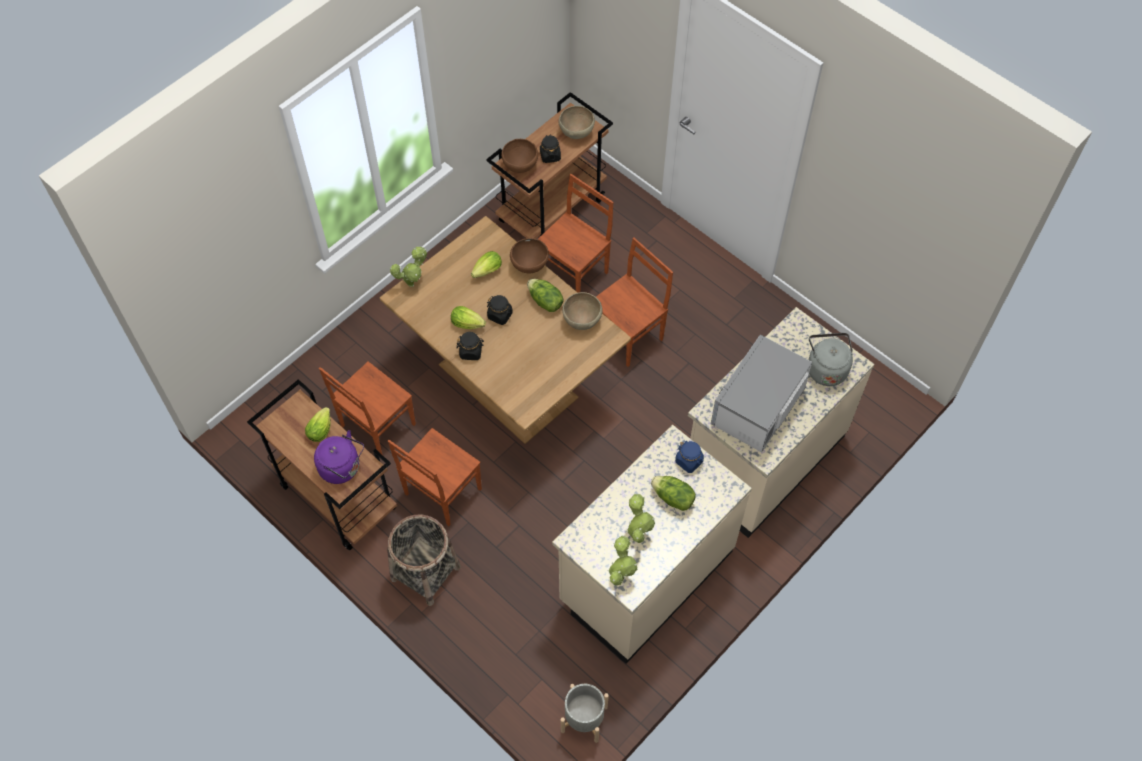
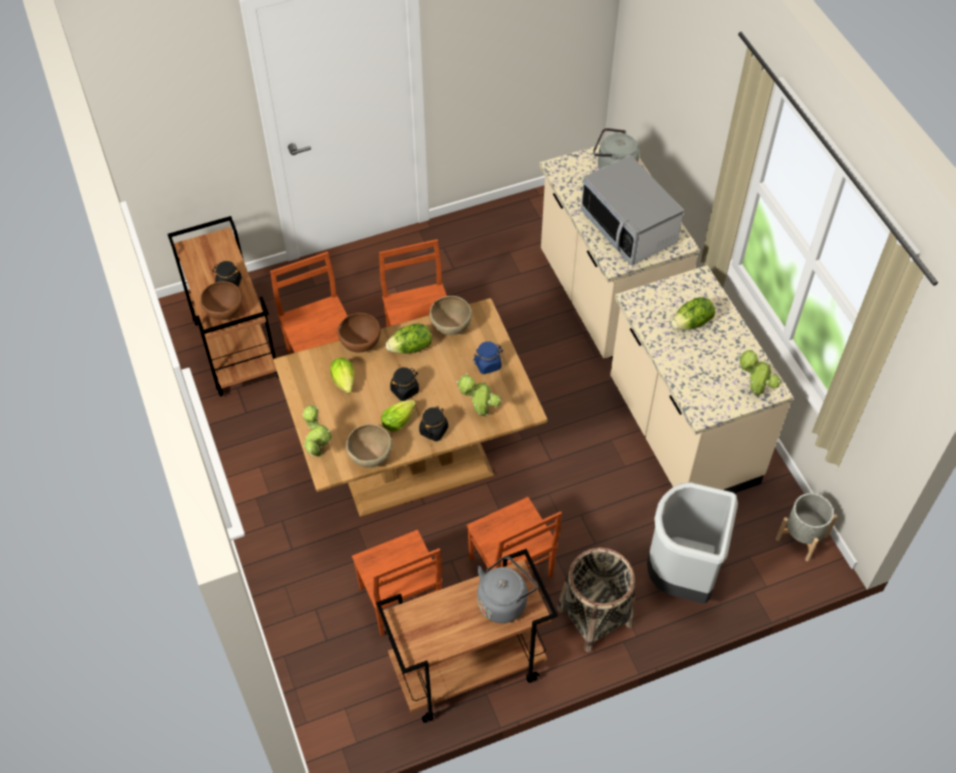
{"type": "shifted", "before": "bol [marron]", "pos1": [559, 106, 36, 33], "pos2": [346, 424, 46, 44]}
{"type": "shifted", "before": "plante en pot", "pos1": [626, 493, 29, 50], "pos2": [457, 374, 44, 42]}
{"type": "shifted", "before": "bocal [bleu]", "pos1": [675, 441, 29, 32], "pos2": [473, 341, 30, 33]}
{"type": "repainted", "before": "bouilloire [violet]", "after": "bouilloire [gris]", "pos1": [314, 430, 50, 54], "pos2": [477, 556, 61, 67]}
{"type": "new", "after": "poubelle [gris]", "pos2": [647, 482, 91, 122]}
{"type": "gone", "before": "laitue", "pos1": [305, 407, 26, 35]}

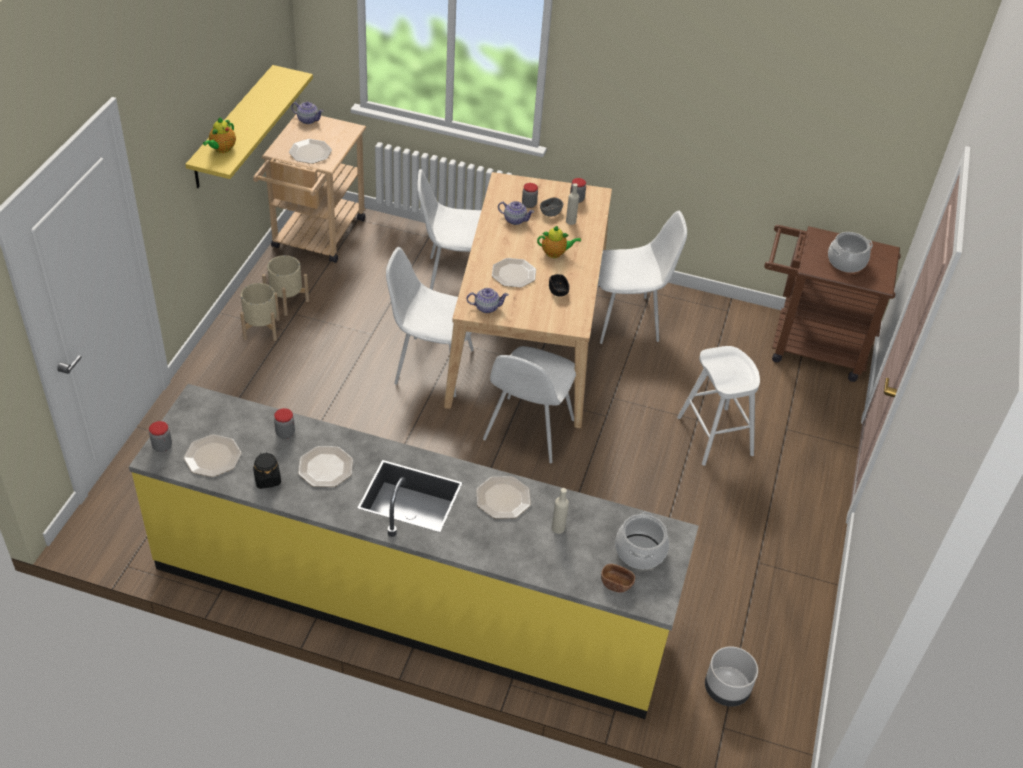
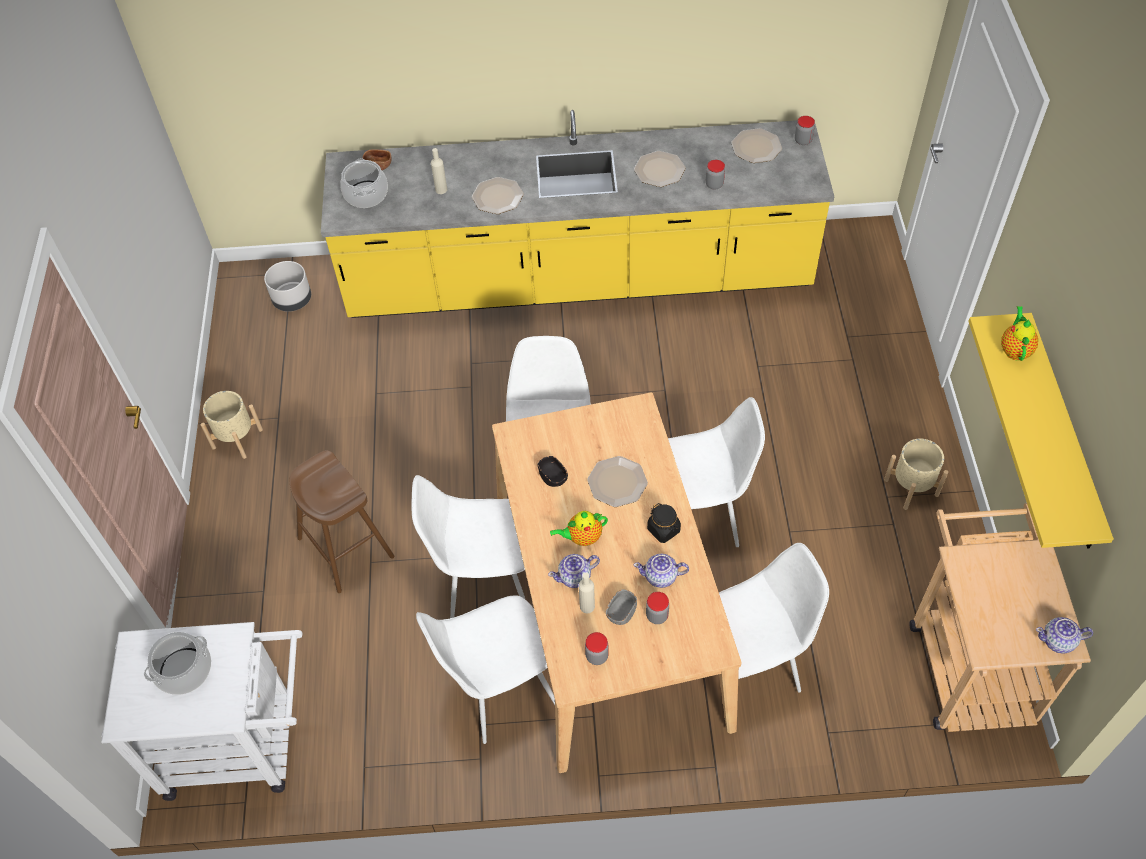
{"type": "repainted", "before": "chariot [marron]", "after": "chariot [blanc]", "pos1": [764, 225, 137, 157], "pos2": [101, 622, 201, 179]}
{"type": "shifted", "before": "cache-pot [beige]", "pos1": [262, 255, 47, 61], "pos2": [201, 391, 62, 68]}
{"type": "repainted", "before": "tabouret [blanc]", "after": "tabouret [marron]", "pos1": [677, 346, 83, 120], "pos2": [290, 450, 105, 143]}
{"type": "new", "after": "chaise [blanc]", "pos2": [412, 475, 113, 143]}
{"type": "shifted", "before": "théière", "pos1": [467, 288, 42, 25], "pos2": [548, 554, 52, 34]}
{"type": "shifted", "before": "bocal [noir]", "pos1": [253, 452, 28, 37], "pos2": [647, 503, 34, 40]}
{"type": "gone", "before": "assiette", "pos1": [289, 139, 43, 25]}

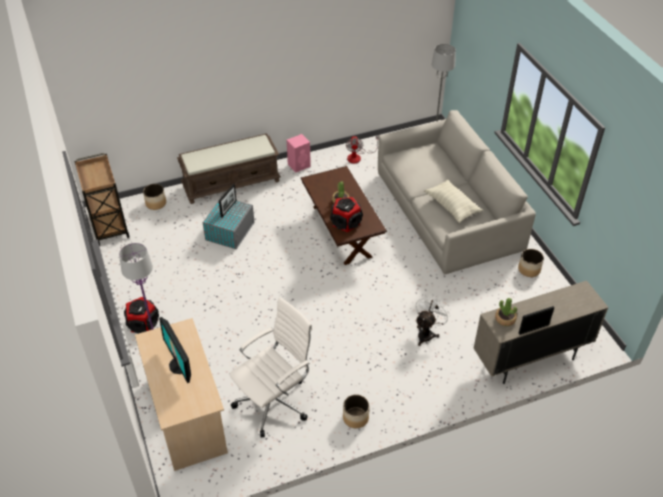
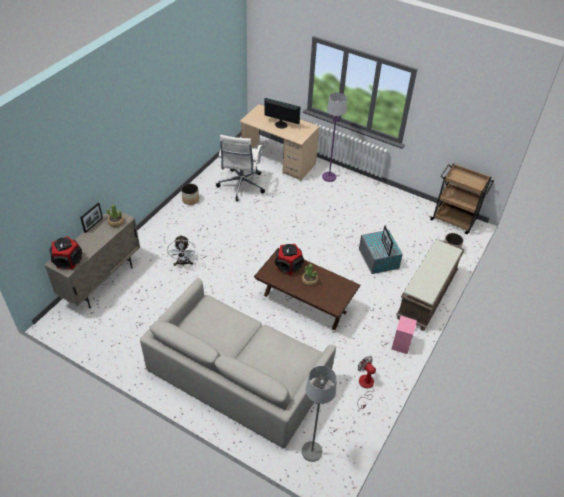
{"type": "shifted", "before": "enceinte", "pos1": [124, 297, 35, 36], "pos2": [49, 236, 33, 33]}
{"type": "gone", "before": "coussin", "pos1": [424, 179, 59, 44]}
{"type": "gone", "before": "cache-pot", "pos1": [518, 249, 26, 28]}

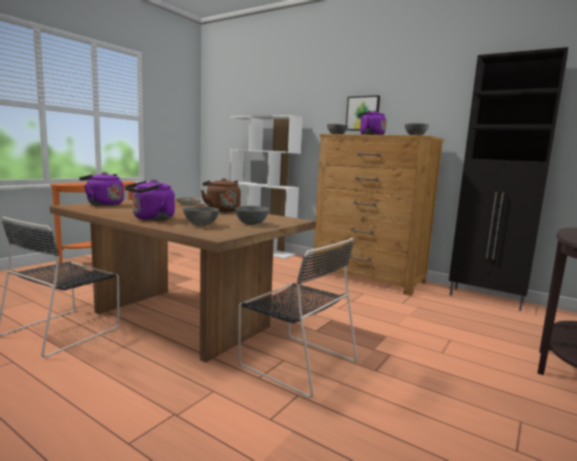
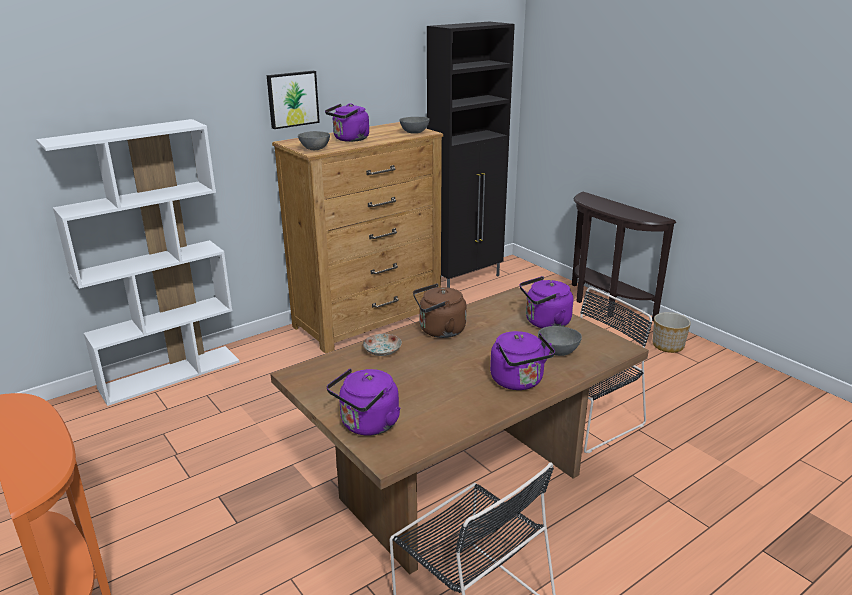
{"type": "swapped", "before": "bol [gris]", "after": "bouilloire [violet]", "pos1": [235, 206, 34, 19], "pos2": [520, 276, 53, 52]}
{"type": "new", "after": "cache-pot", "pos2": [653, 312, 38, 41]}

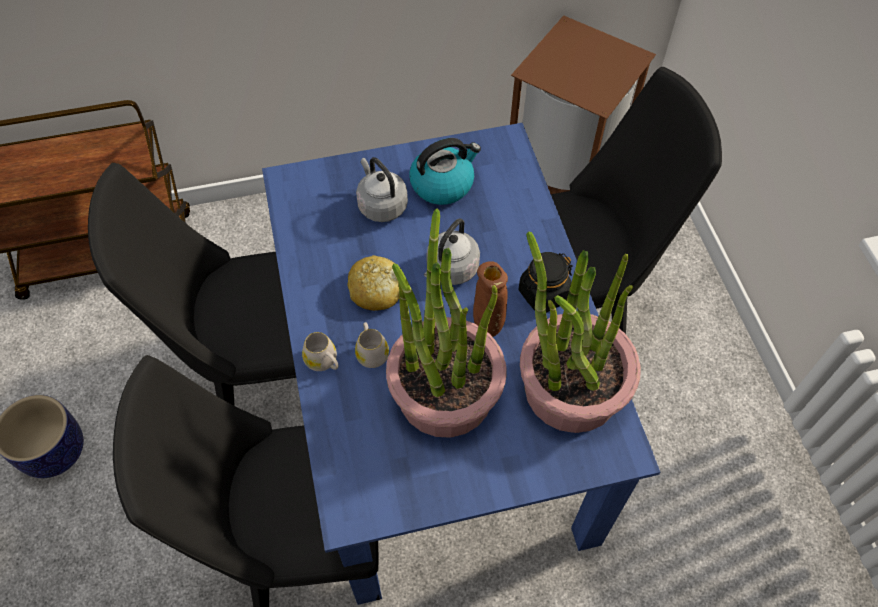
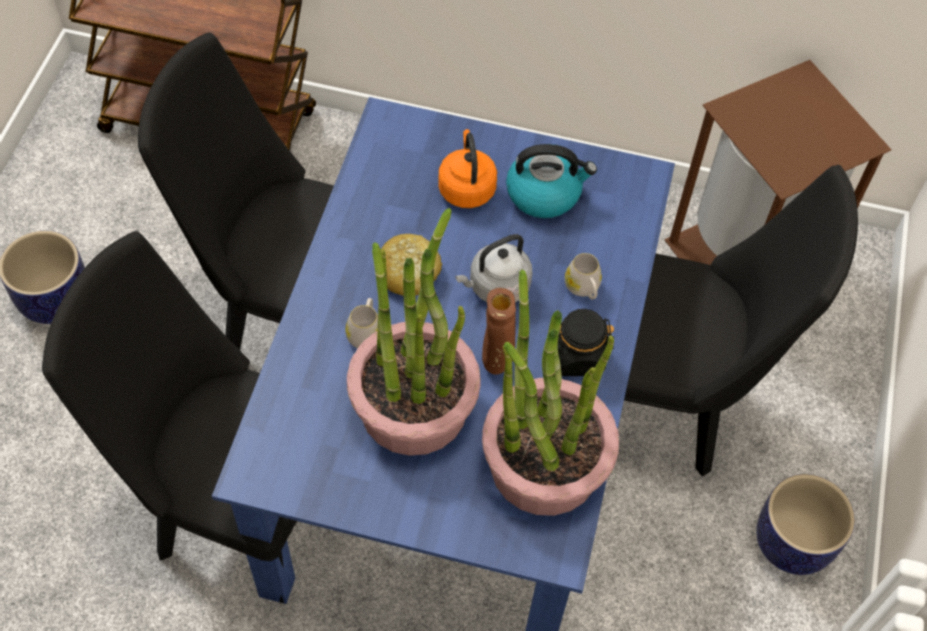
{"type": "repainted", "before": "bouilloire [gris]", "after": "bouilloire [orange]", "pos1": [356, 157, 52, 65], "pos2": [438, 129, 59, 79]}
{"type": "shifted", "before": "mug [blanc]", "pos1": [302, 332, 37, 39], "pos2": [565, 253, 37, 47]}
{"type": "new", "after": "cache-pot", "pos2": [756, 474, 99, 101]}

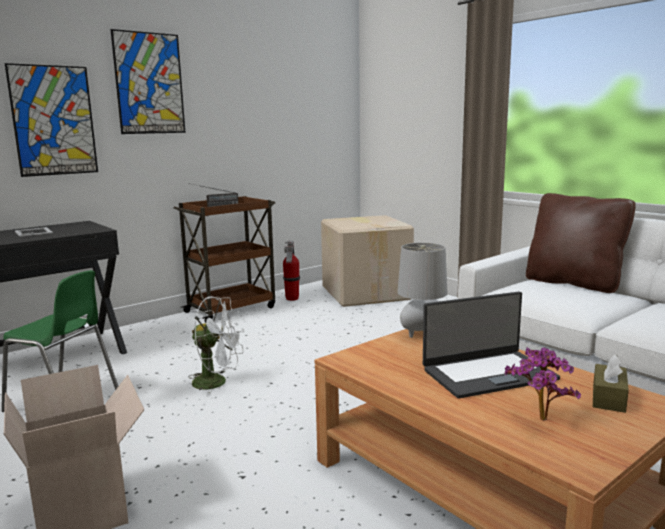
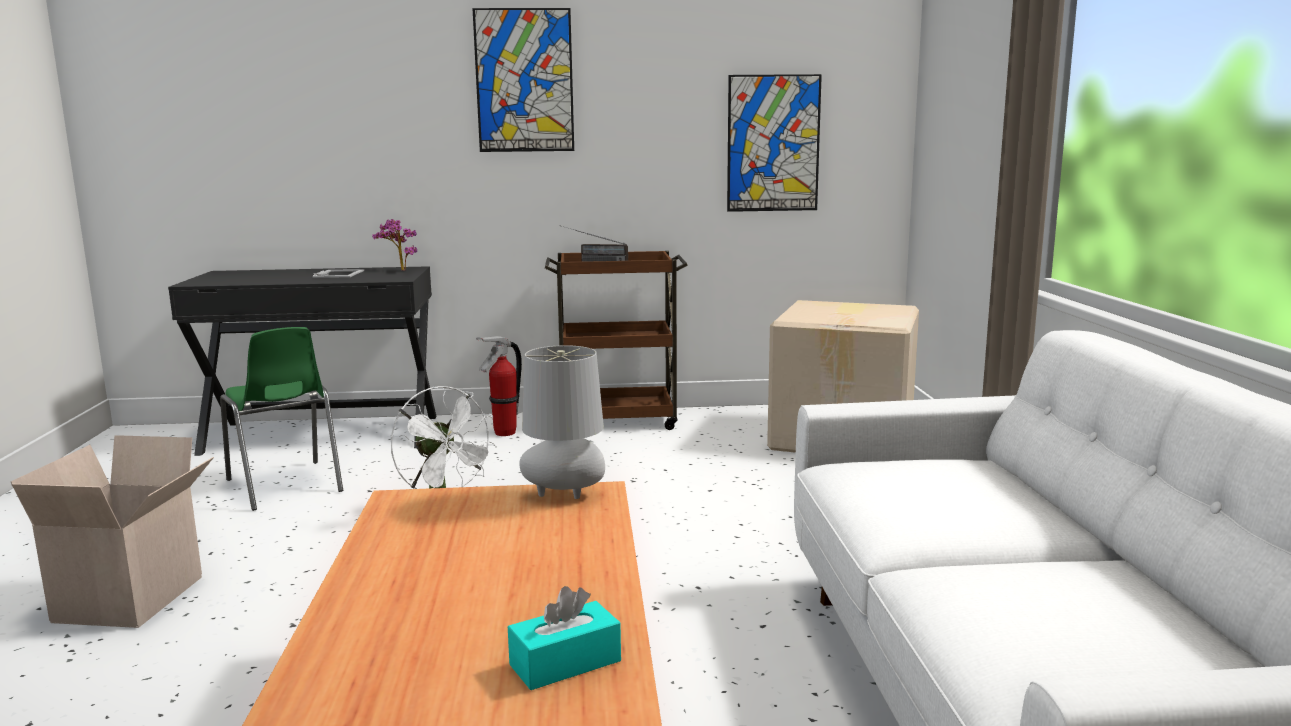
{"type": "shifted", "before": "plante en pot", "pos1": [505, 347, 76, 74], "pos2": [373, 219, 44, 52]}
{"type": "shifted", "before": "extincteur", "pos1": [283, 241, 17, 60], "pos2": [476, 336, 46, 100]}
{"type": "repainted", "before": "boîte à mouchoirs [marron]", "after": "boîte à mouchoirs [turquoise]", "pos1": [593, 355, 36, 58], "pos2": [508, 586, 113, 104]}
{"type": "shifted", "before": "tableau", "pos1": [5, 63, 93, 114], "pos2": [727, 74, 95, 138]}
{"type": "gone", "before": "ordinateur portable", "pos1": [423, 292, 137, 106]}
{"type": "gone", "before": "coussin [marron]", "pos1": [526, 193, 110, 100]}

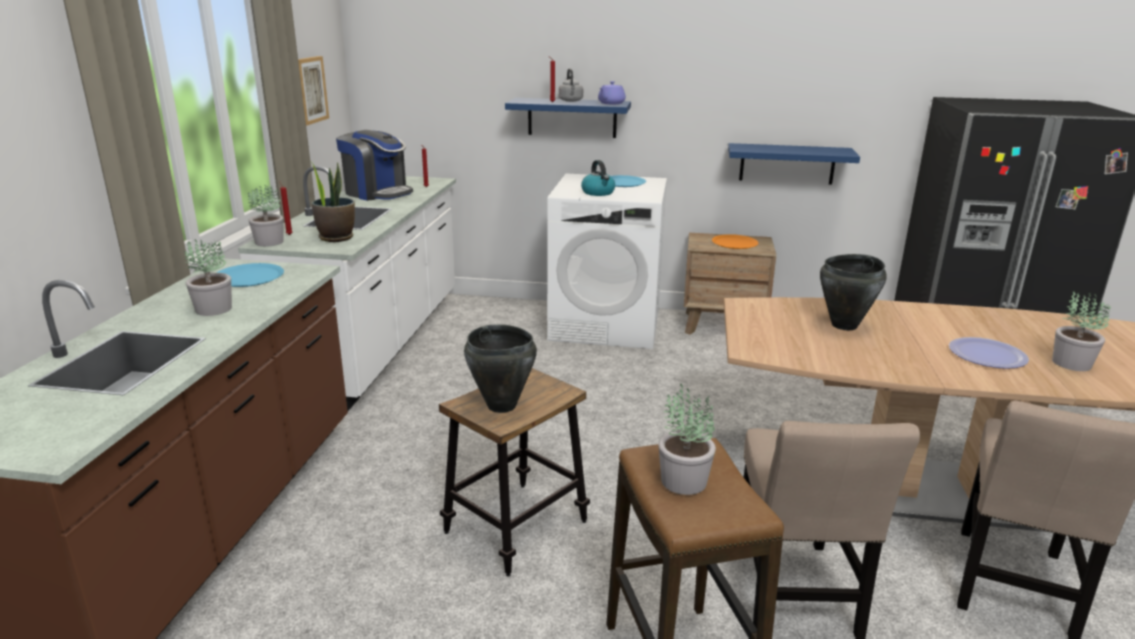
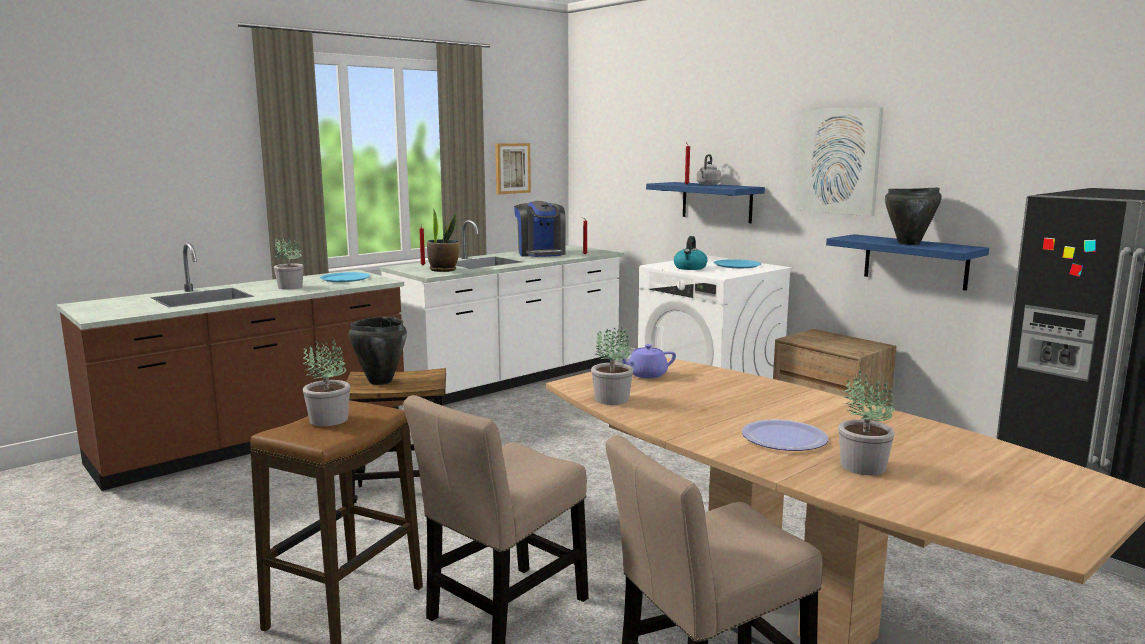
{"type": "shifted", "before": "plante en pot", "pos1": [248, 185, 35, 62], "pos2": [591, 327, 42, 78]}
{"type": "shifted", "before": "théière [violet]", "pos1": [598, 81, 28, 23], "pos2": [616, 344, 60, 34]}
{"type": "new", "after": "tableau", "pos2": [796, 107, 87, 109]}
{"type": "shifted", "before": "marmite [noir]", "pos1": [820, 254, 67, 76], "pos2": [885, 187, 57, 58]}
{"type": "gone", "before": "assiette [orange]", "pos1": [712, 234, 46, 15]}

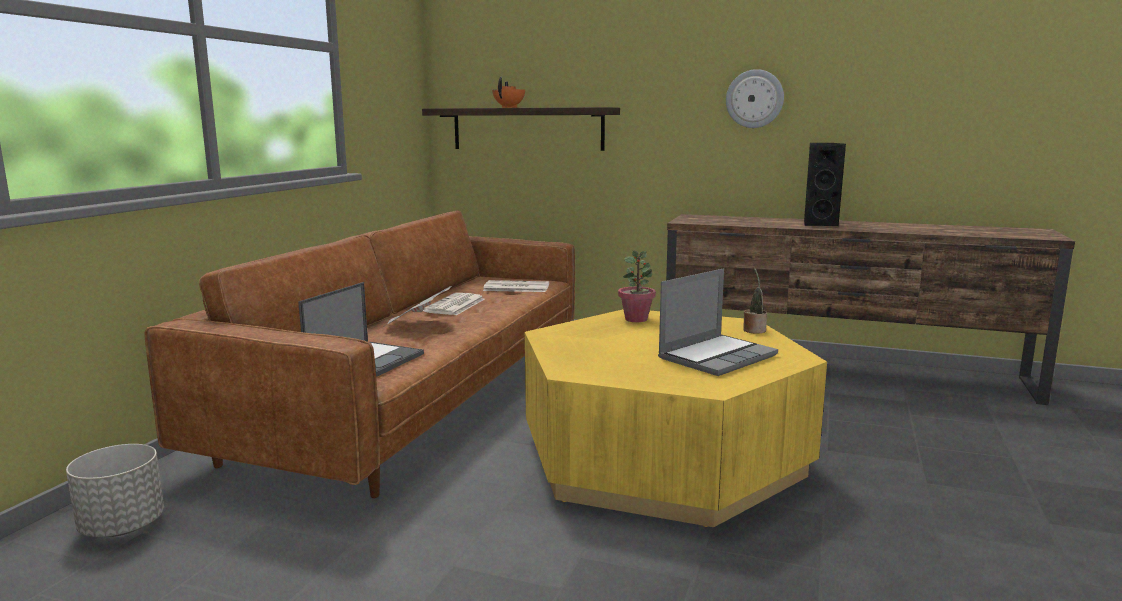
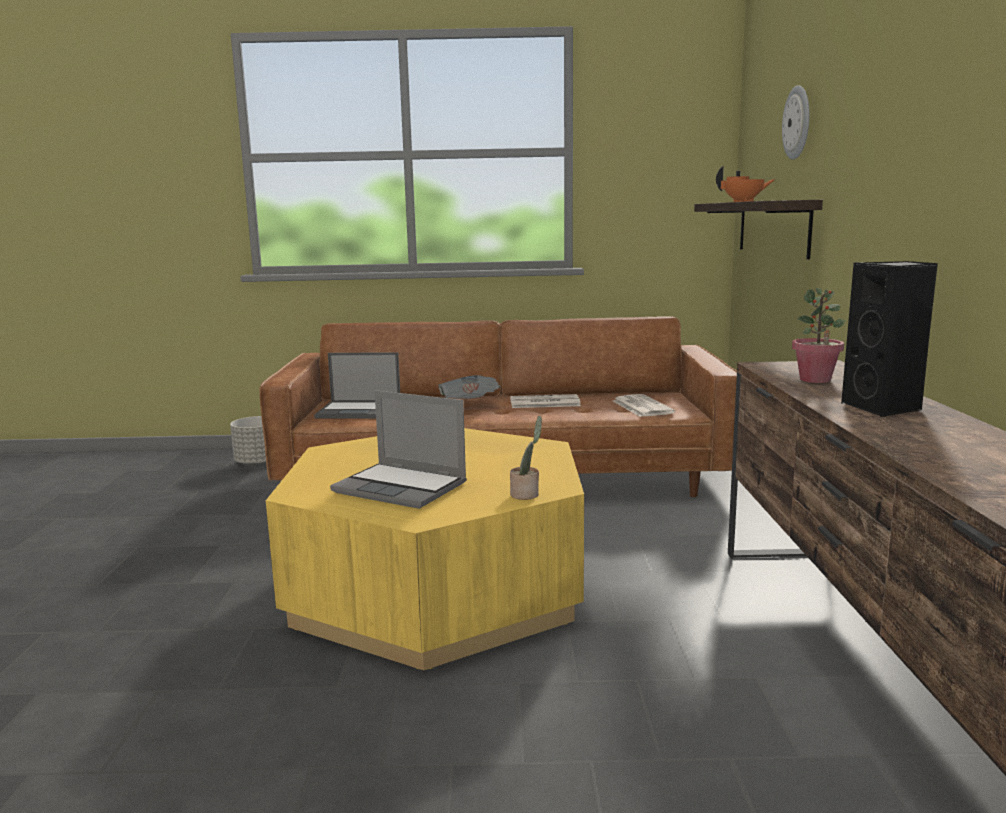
{"type": "shifted", "before": "horloge murale", "pos1": [726, 69, 58, 59], "pos2": [782, 85, 28, 74]}
{"type": "shifted", "before": "plante en pot", "pos1": [618, 250, 38, 72], "pos2": [792, 288, 53, 95]}

